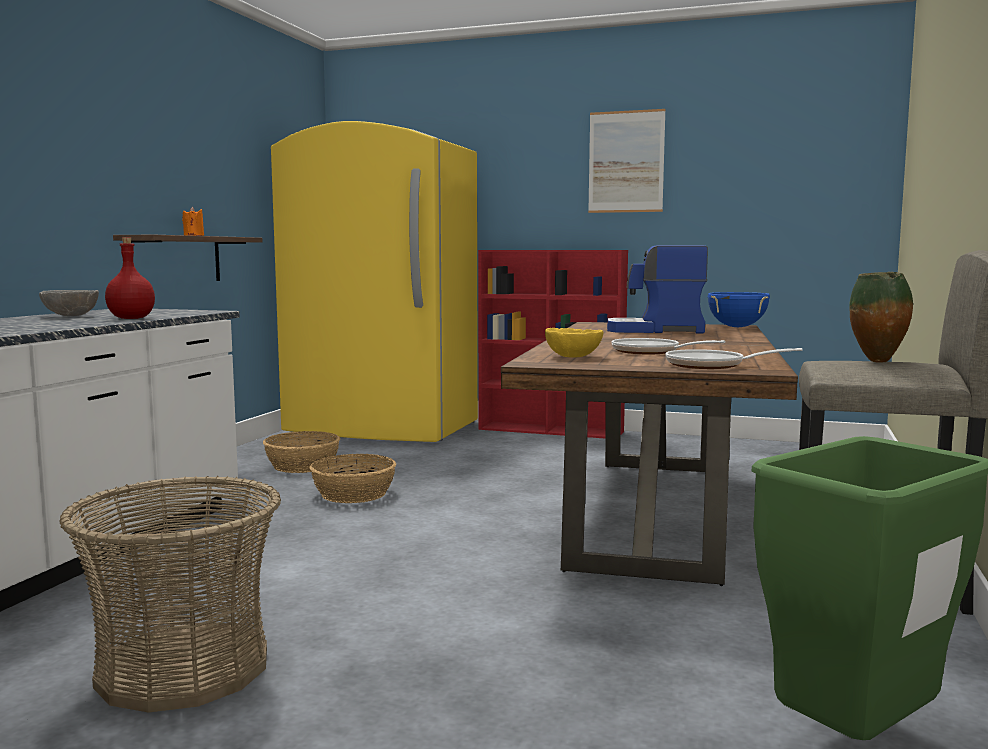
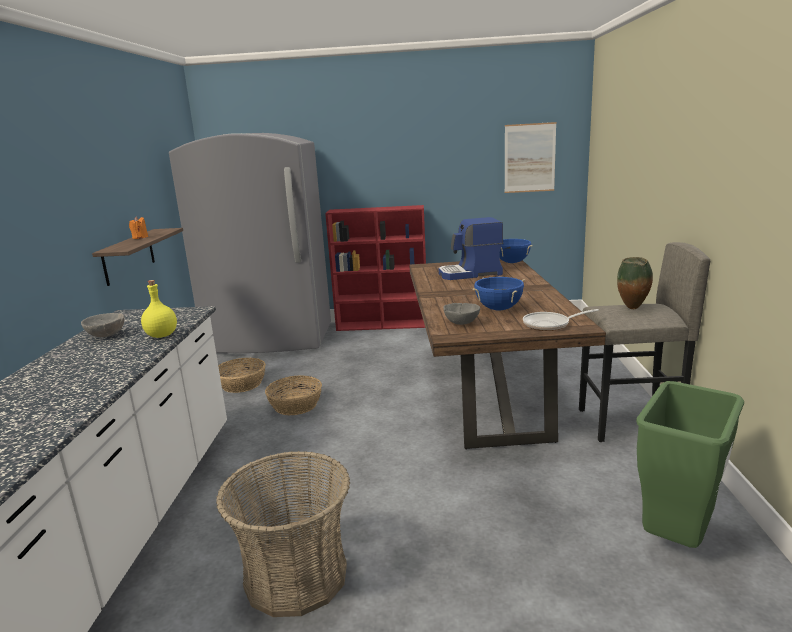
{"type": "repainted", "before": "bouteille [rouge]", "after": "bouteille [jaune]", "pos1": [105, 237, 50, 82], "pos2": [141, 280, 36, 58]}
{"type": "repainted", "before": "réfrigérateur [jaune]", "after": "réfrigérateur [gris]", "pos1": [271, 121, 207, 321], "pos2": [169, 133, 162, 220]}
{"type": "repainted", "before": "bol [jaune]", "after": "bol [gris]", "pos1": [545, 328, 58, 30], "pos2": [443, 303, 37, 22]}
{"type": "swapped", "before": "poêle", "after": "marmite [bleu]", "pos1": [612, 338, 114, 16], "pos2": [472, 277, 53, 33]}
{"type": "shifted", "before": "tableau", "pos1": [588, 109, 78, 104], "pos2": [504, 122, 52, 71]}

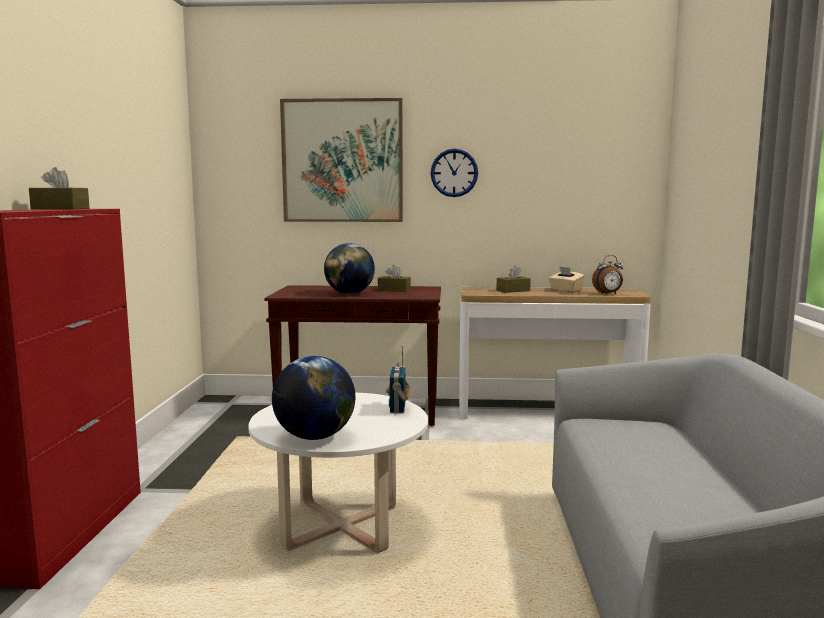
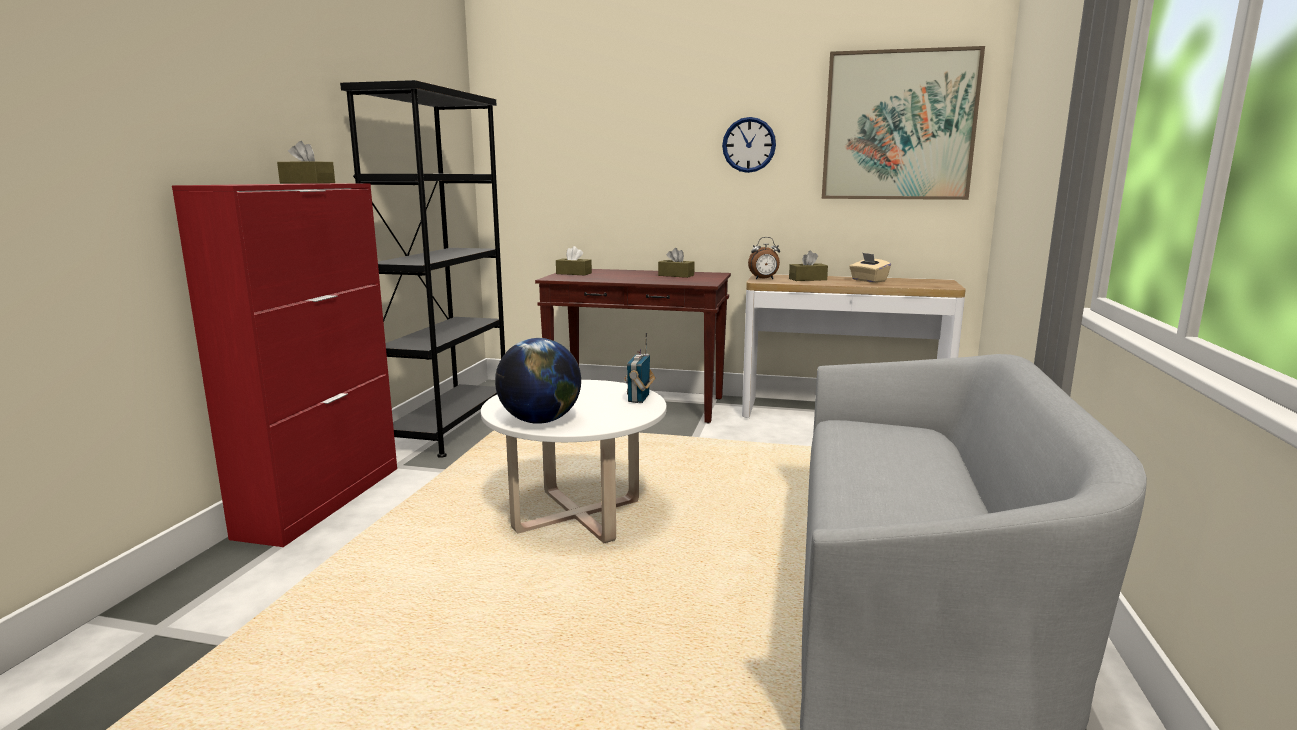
{"type": "new", "after": "bibliothèque [noir]", "pos2": [340, 80, 165, 378]}
{"type": "new", "after": "boîte à mouchoirs [marron]", "pos2": [556, 246, 36, 29]}
{"type": "shifted", "before": "réveil", "pos1": [592, 255, 31, 39], "pos2": [748, 237, 32, 42]}
{"type": "shifted", "before": "tableau", "pos1": [280, 98, 123, 124], "pos2": [822, 46, 163, 154]}
{"type": "gone", "before": "globe", "pos1": [324, 243, 51, 51]}

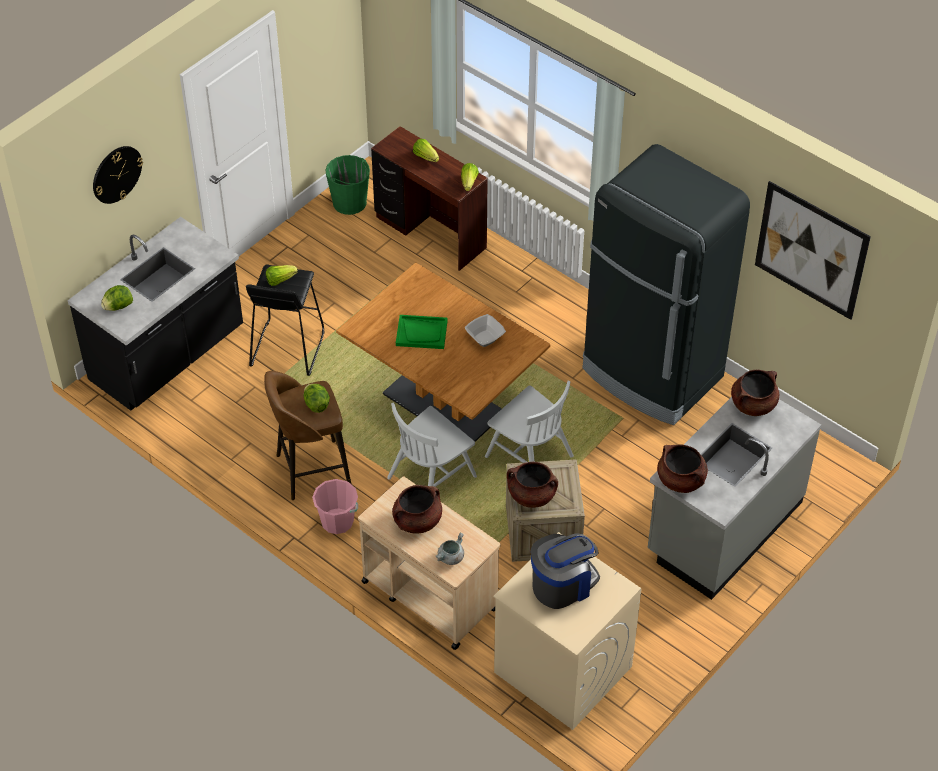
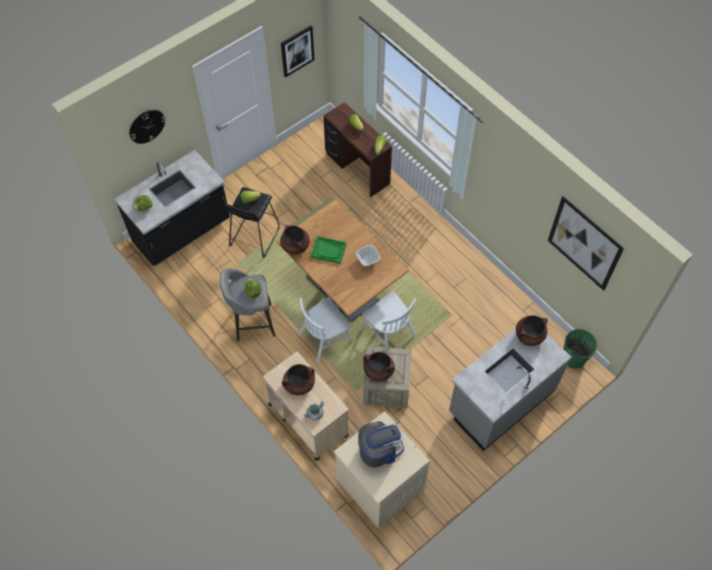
{"type": "repainted", "before": "tabouret [marron]", "after": "tabouret [gris]", "pos1": [264, 371, 87, 129], "pos2": [220, 268, 55, 74]}
{"type": "shifted", "before": "marmite [marron]", "pos1": [657, 445, 51, 48], "pos2": [280, 225, 30, 30]}
{"type": "new", "after": "tableau", "pos2": [281, 25, 33, 52]}
{"type": "shifted", "before": "seau [vert]", "pos1": [326, 155, 44, 60], "pos2": [563, 329, 34, 40]}
{"type": "gone", "before": "seau [rose]", "pos1": [312, 479, 46, 55]}
{"type": "gone", "before": "réfrigérateur [noir]", "pos1": [582, 144, 168, 281]}

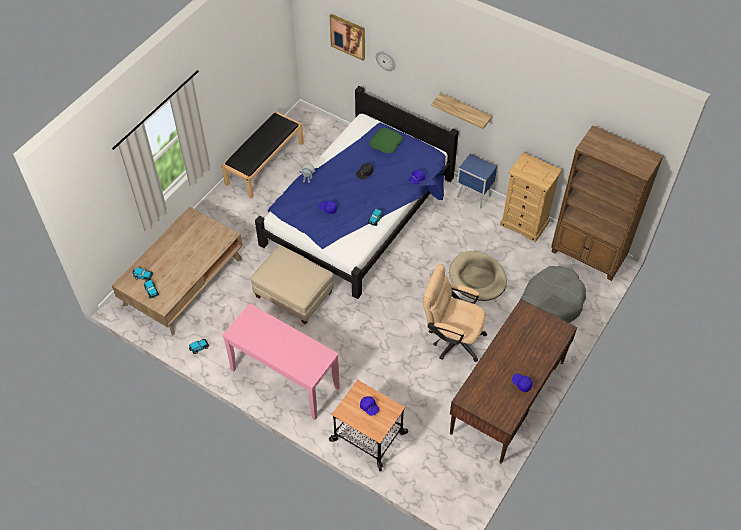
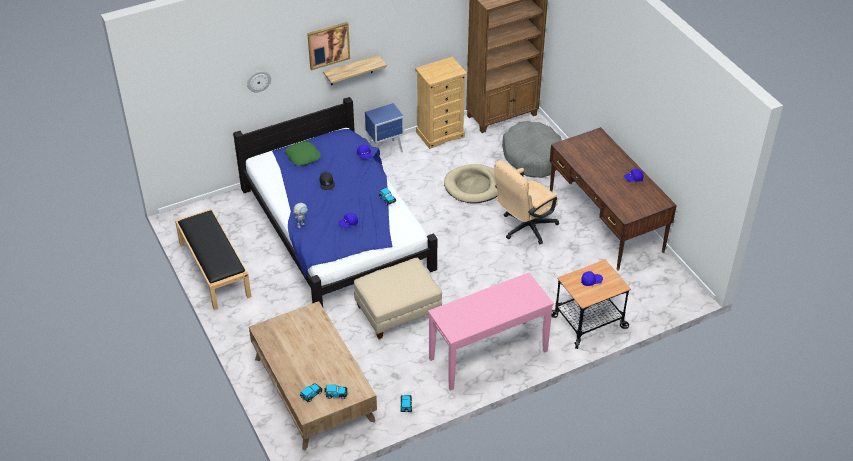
{"type": "shifted", "before": "tableau", "pos1": [329, 14, 36, 47], "pos2": [307, 22, 43, 48]}

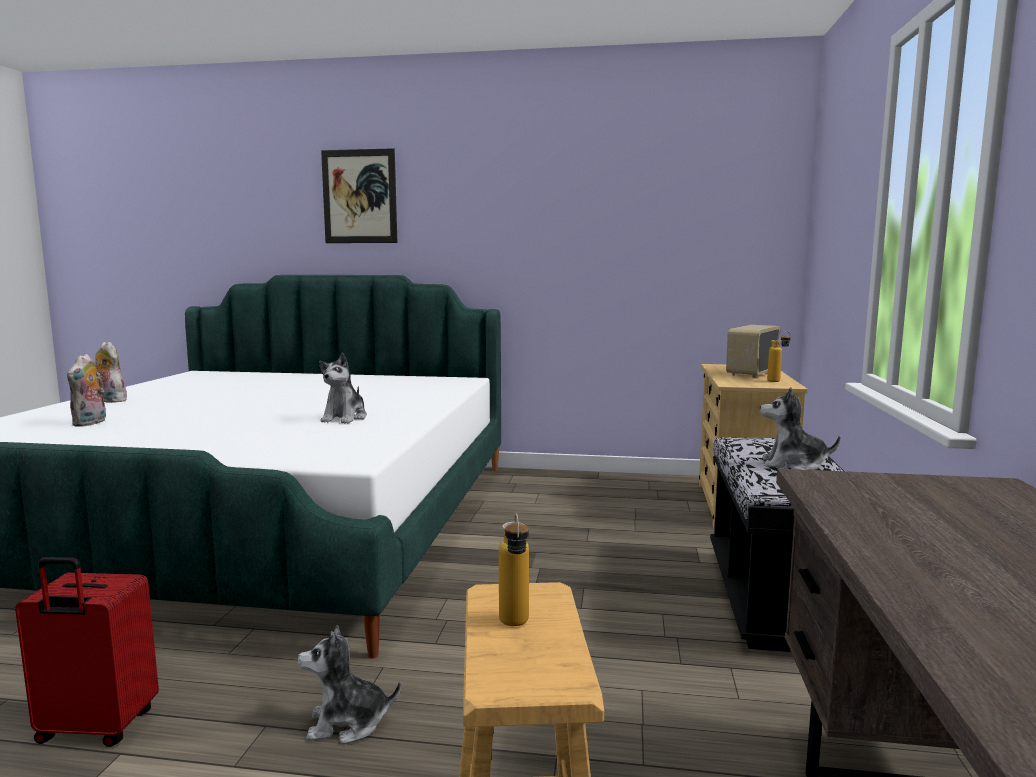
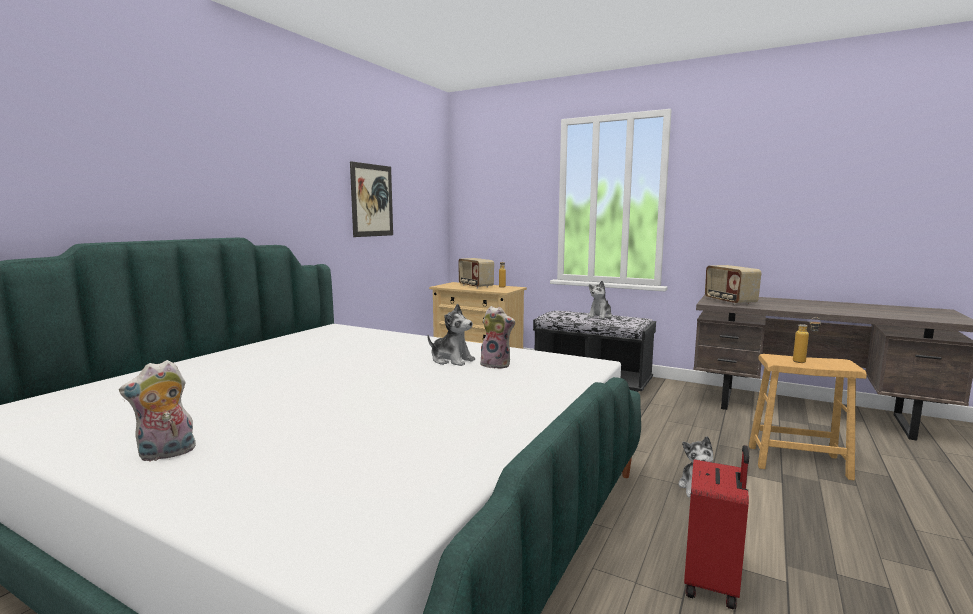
{"type": "shifted", "before": "tableau", "pos1": [321, 148, 76, 95], "pos2": [350, 161, 43, 76]}
{"type": "shifted", "before": "peluche", "pos1": [67, 354, 39, 73], "pos2": [480, 306, 35, 63]}
{"type": "new", "after": "radio", "pos2": [705, 265, 56, 40]}

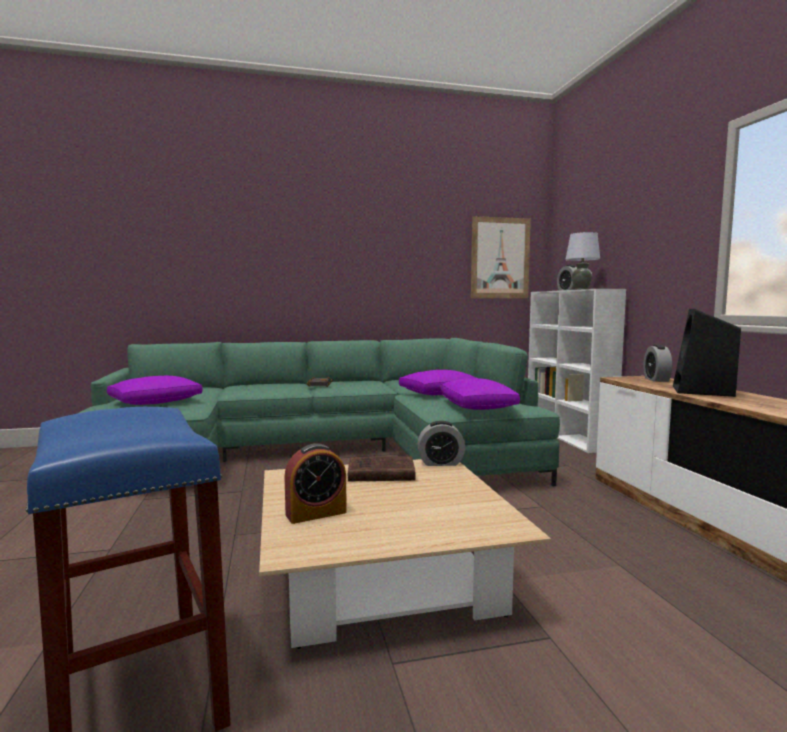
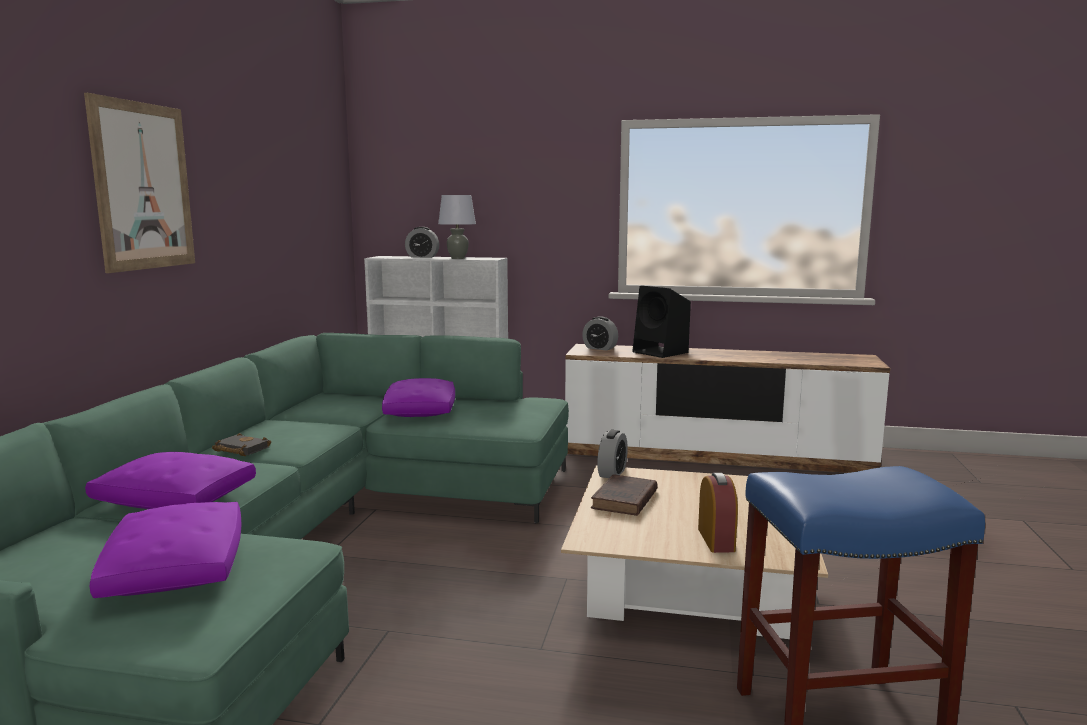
{"type": "shifted", "before": "tableau", "pos1": [471, 216, 60, 82], "pos2": [84, 93, 111, 180]}
{"type": "shifted", "before": "coussin [violet]", "pos1": [440, 378, 80, 32], "pos2": [85, 452, 171, 57]}

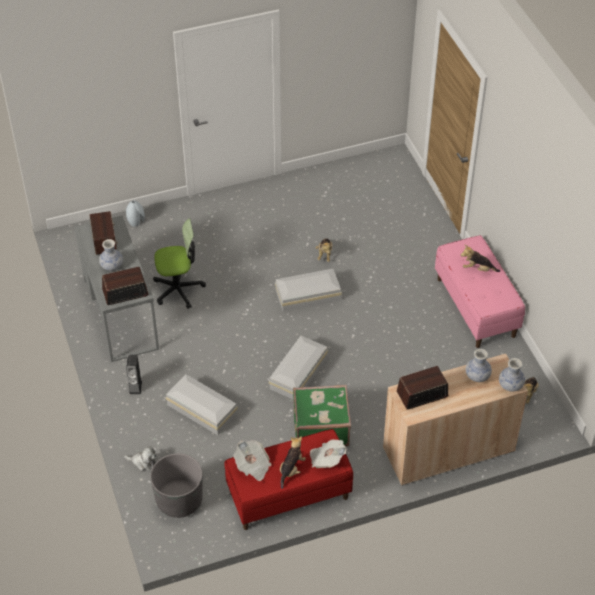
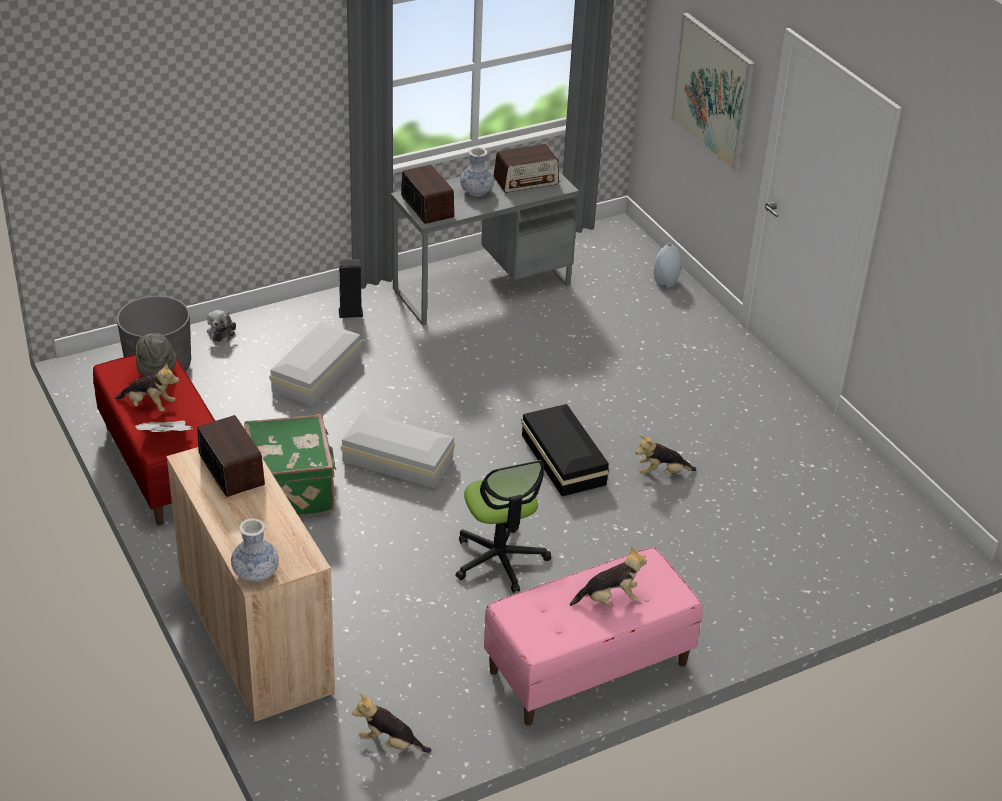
{"type": "swapped", "before": "journal", "after": "chapeau [gris]", "pos1": [233, 440, 39, 41], "pos2": [136, 333, 41, 44]}
{"type": "shifted", "before": "chaise de bureau", "pos1": [153, 218, 53, 91], "pos2": [456, 460, 95, 133]}
{"type": "repainted", "before": "boîte de rangement [blanc]", "after": "boîte de rangement [noir]", "pos1": [275, 269, 67, 43], "pos2": [521, 404, 89, 92]}
{"type": "rotated", "before": "peluche", "pos1": [461, 245, 39, 27], "pos2": [570, 546, 77, 60], "turn": 75}
{"type": "new", "after": "tableau", "pos2": [671, 13, 84, 159]}
{"type": "gone", "before": "vase", "pos1": [466, 349, 26, 33]}

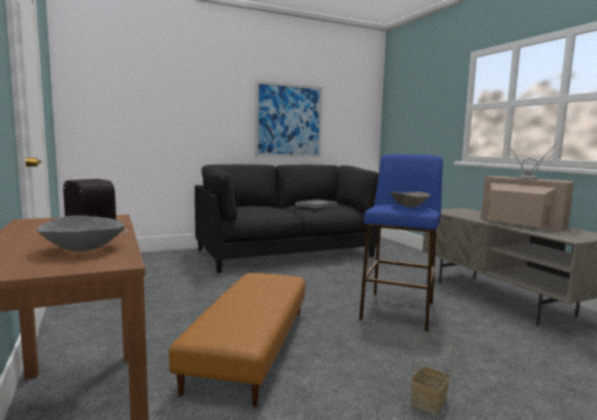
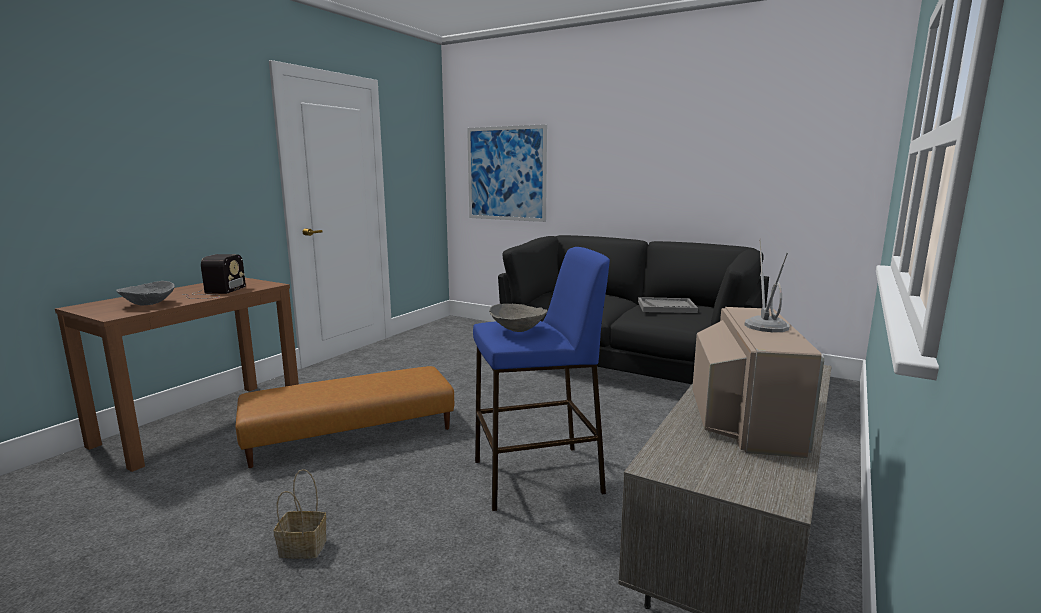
{"type": "shifted", "before": "tableau", "pos1": [255, 81, 68, 76], "pos2": [467, 124, 80, 98]}

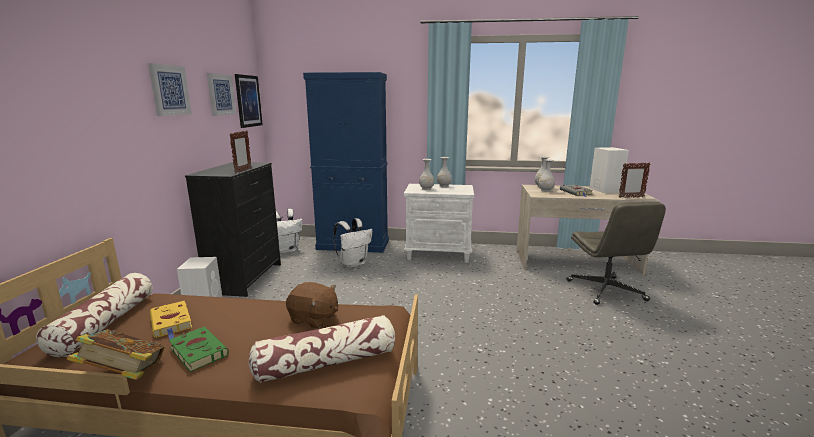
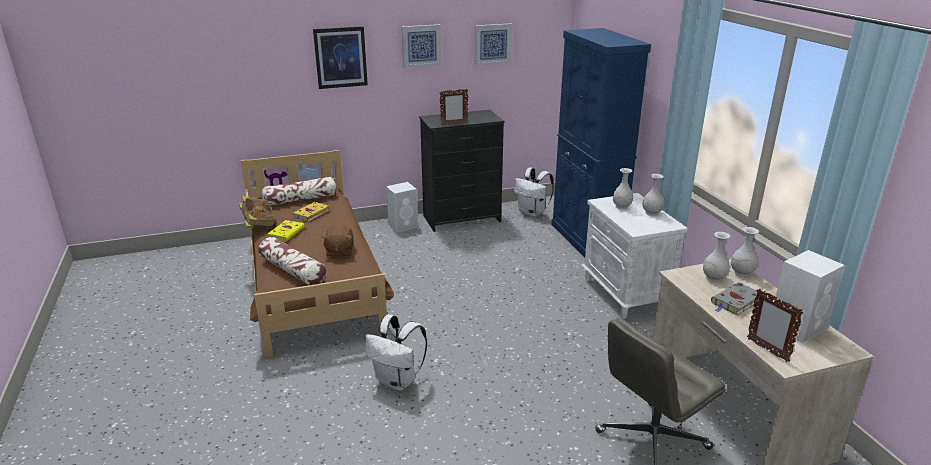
{"type": "repainted", "before": "livre [vert]", "after": "livre [jaune]", "pos1": [169, 327, 60, 45], "pos2": [268, 220, 37, 22]}
{"type": "shifted", "before": "tableau", "pos1": [235, 74, 28, 54], "pos2": [313, 26, 55, 63]}
{"type": "shifted", "before": "sac à dos [blanc]", "pos1": [333, 218, 39, 50], "pos2": [365, 315, 62, 76]}

